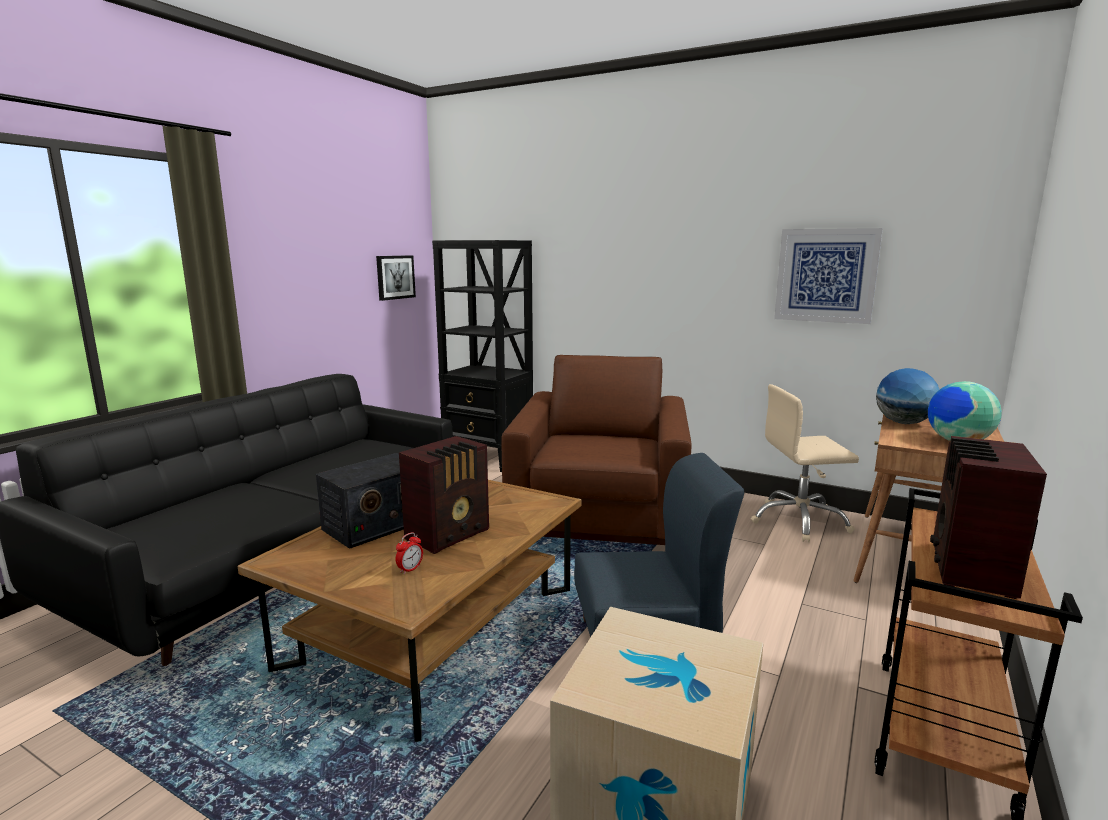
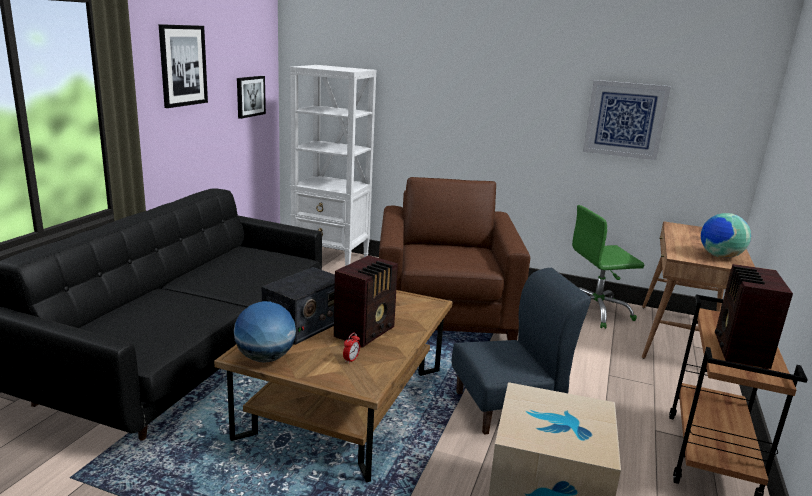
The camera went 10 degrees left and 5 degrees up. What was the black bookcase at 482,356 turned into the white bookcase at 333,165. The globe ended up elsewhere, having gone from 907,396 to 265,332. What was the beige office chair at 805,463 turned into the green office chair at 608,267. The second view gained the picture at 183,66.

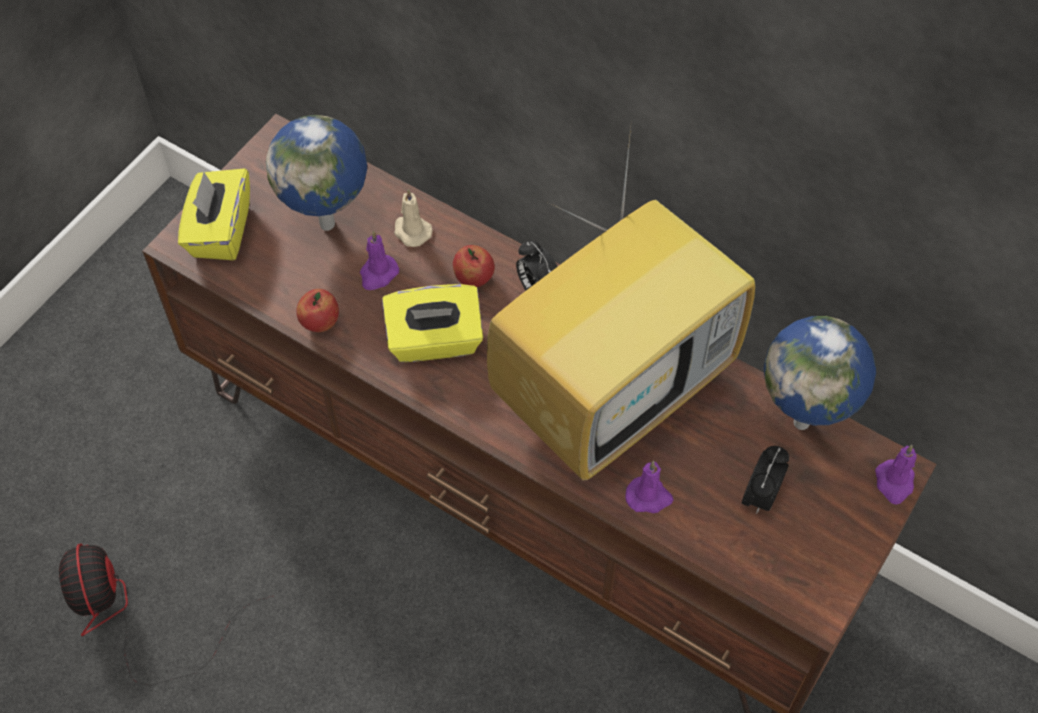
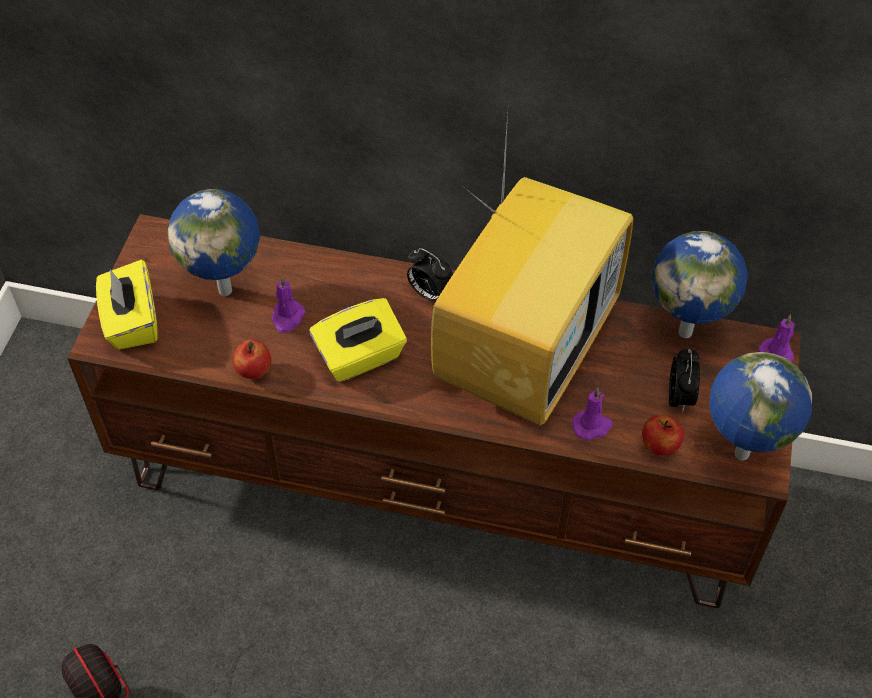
The camera went 20 degrees left and 5 degrees down. The second view lost the beige candle at 413,218. The apple ended up elsewhere, having gone from 474,266 to 663,435. The second view gained the globe at 760,406.

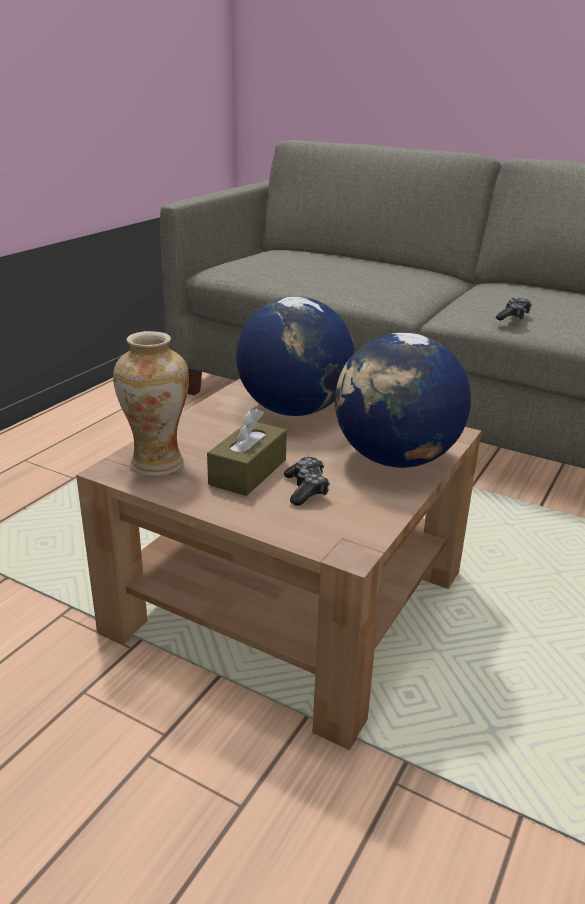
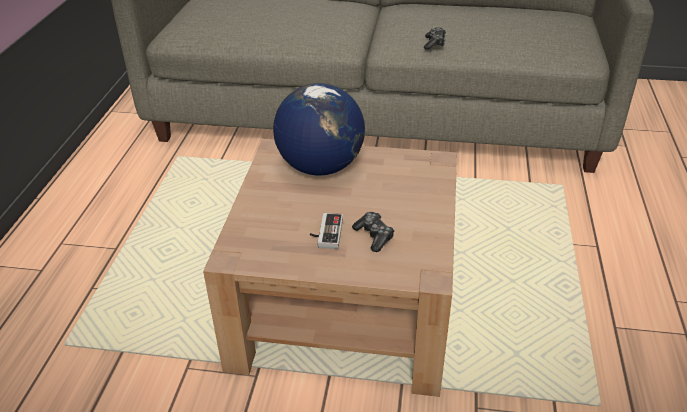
The camera went 20 degrees left and 10 degrees up. The second view lost the vase at 151,403. The second view lost the globe at 403,400. Where the brown tissue box stood at 247,452, the game controller came to stand at 326,231.

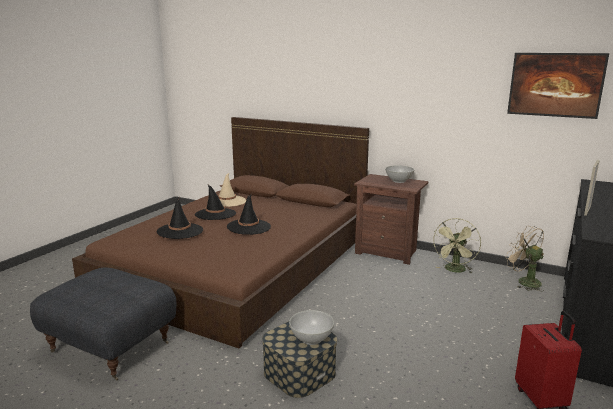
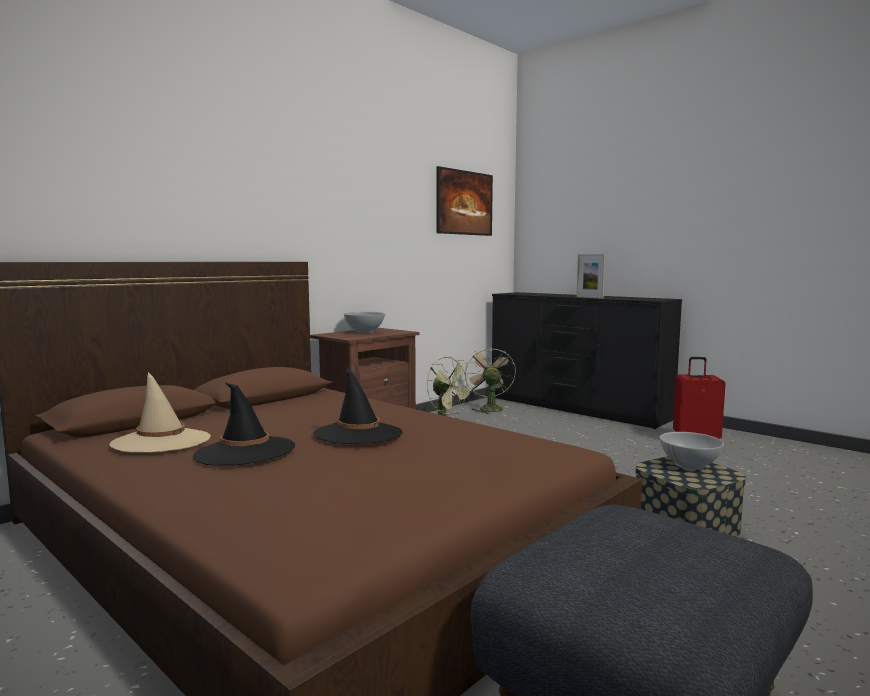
The camera went 75 degrees left and 10 degrees down. The second view lost the black hat at 179,218. The beige fan at 524,258 ended up facing another way, 105 degrees clockwise from before.

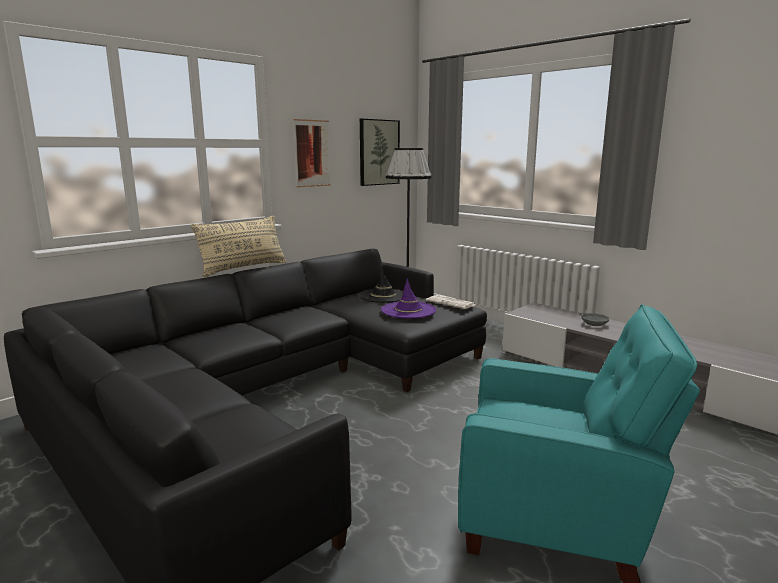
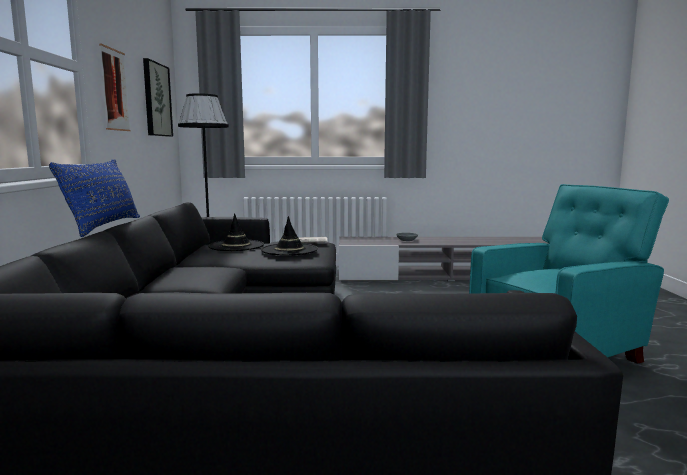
The camera went 45 degrees left and 5 degrees down. What was the beige pillow at 239,246 turned into the blue pillow at 94,198. What was the purple hat at 408,298 turned into the black hat at 289,236.

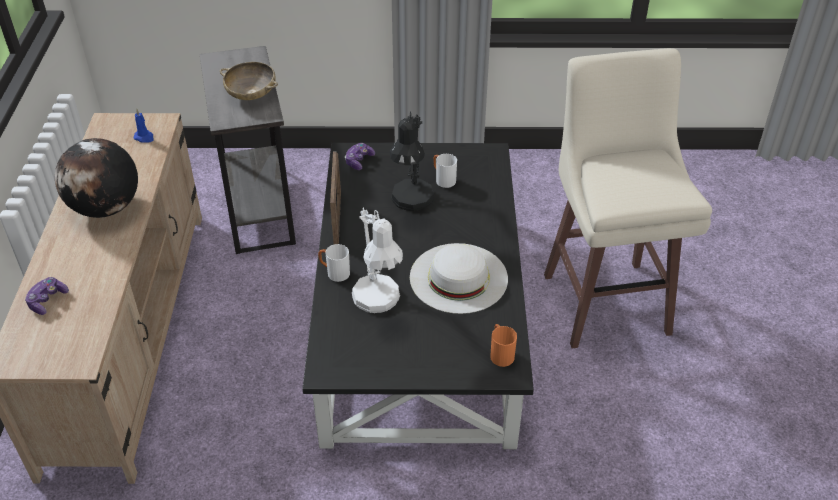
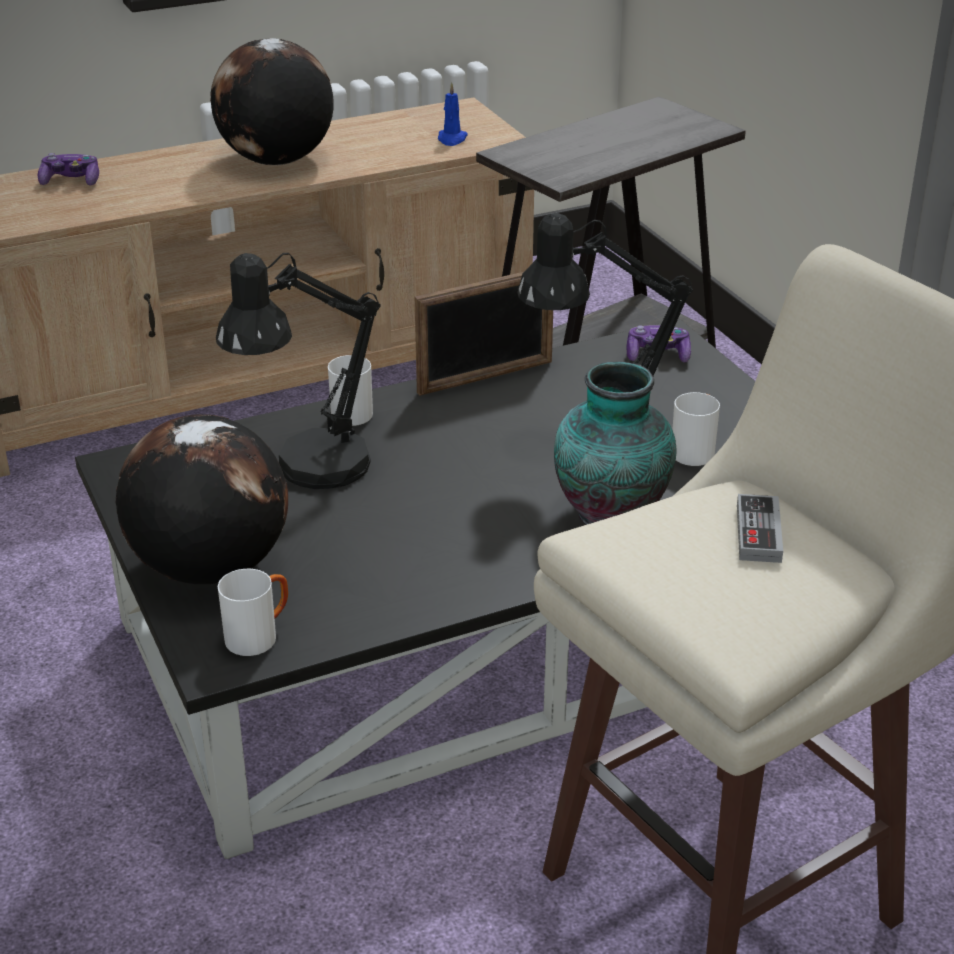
The camera went 65 degrees right and 10 degrees down. The second view lost the beige bowl at 249,81. What was the white table lamp at 377,260 turned into the black table lamp at 298,371. The second view lost the white hat at 459,278. What was the orange mug at 503,345 turned into the white mug at 253,612. The second view gained the vase at 615,443. The second view gained the globe at 201,499. The second view gained the game controller at 760,528.

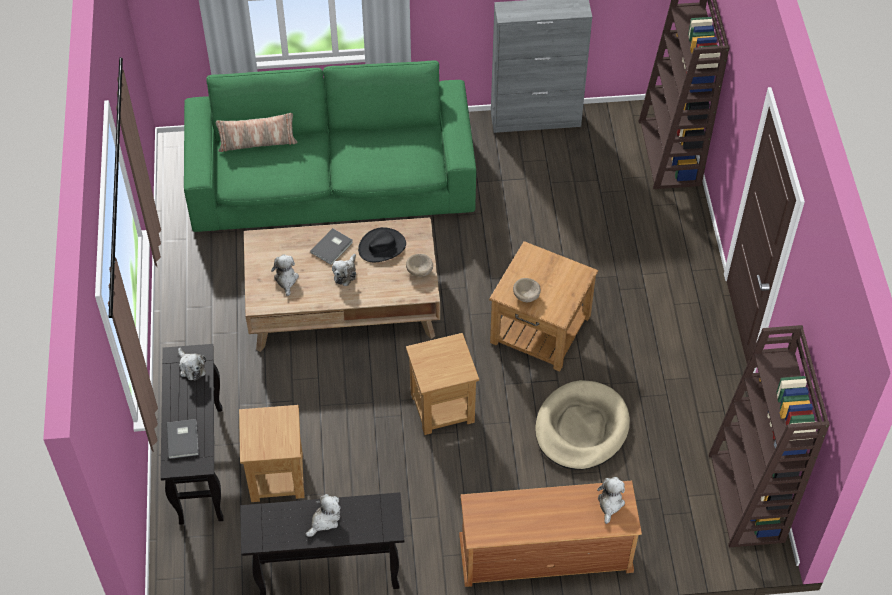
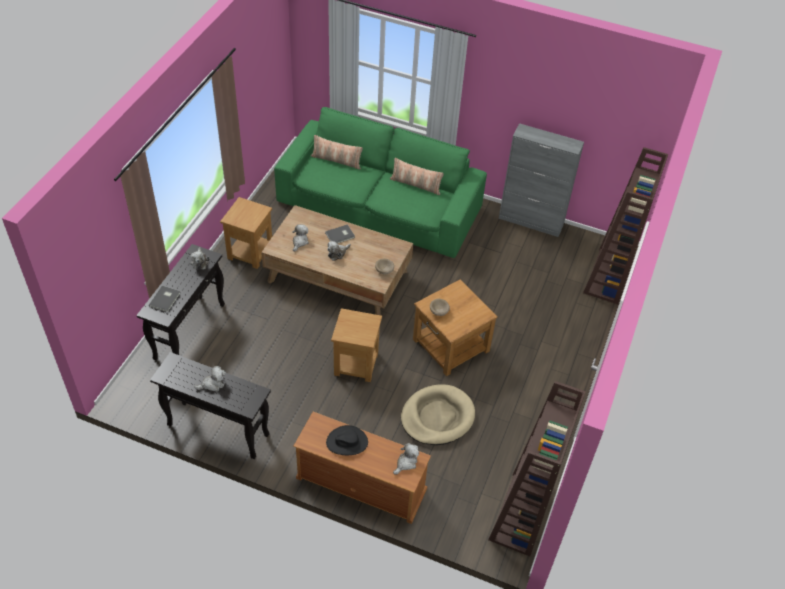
The camera went 25 degrees right and 5 degrees down. The black hat ended up elsewhere, having gone from 382,244 to 347,440. The brown side table ended up elsewhere, having gone from 272,453 to 246,233. The second view gained the pillow at 417,176.

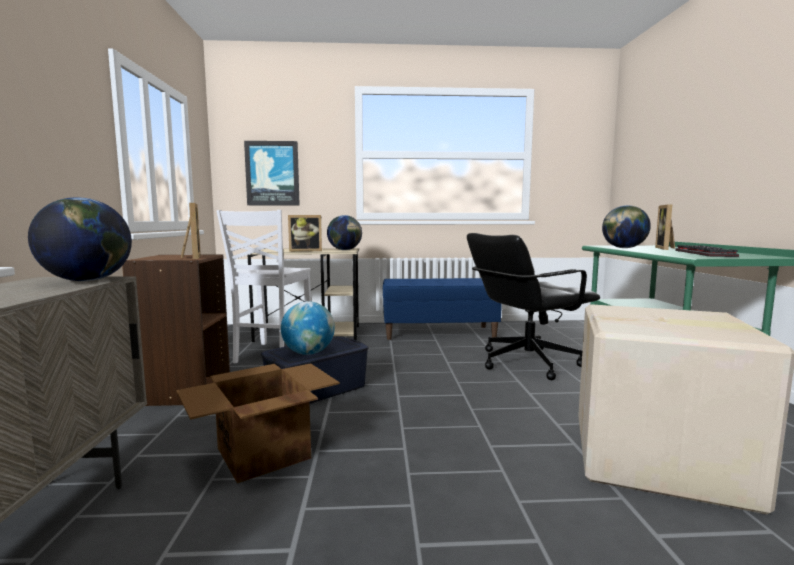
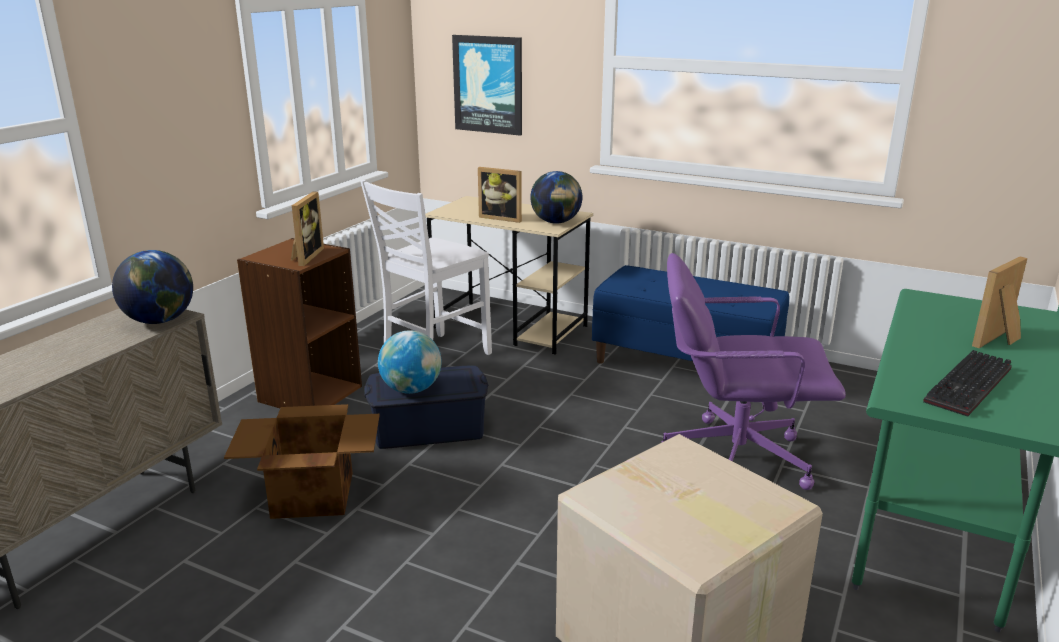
The camera went 30 degrees right and 15 degrees up. The second view lost the globe at 626,226. What was the black office chair at 533,306 turned into the purple office chair at 753,371.

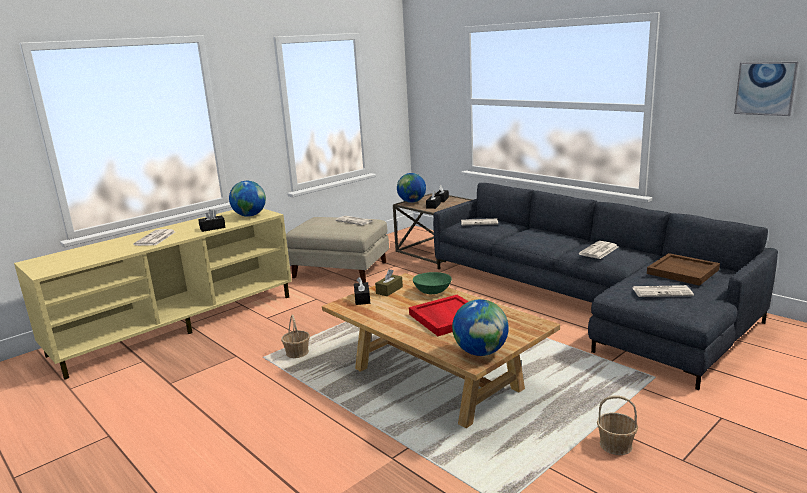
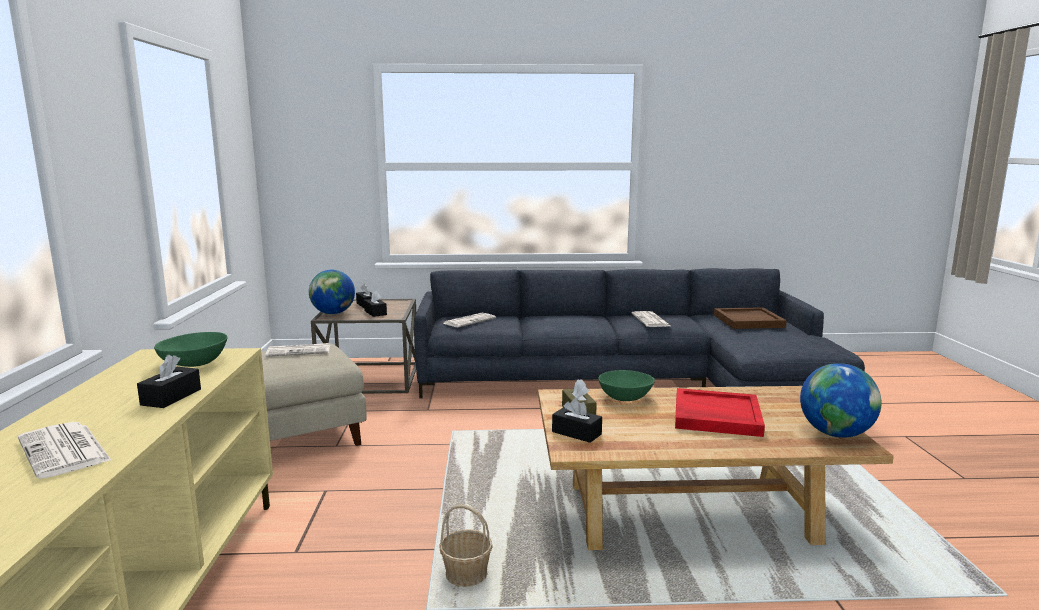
The camera went 50 degrees left and 5 degrees down. The second view lost the picture at 766,89. Where the globe stood at 247,199, the green bowl came to stand at 191,349. The second view lost the newspaper at 663,291. The second view lost the basket at 617,425.

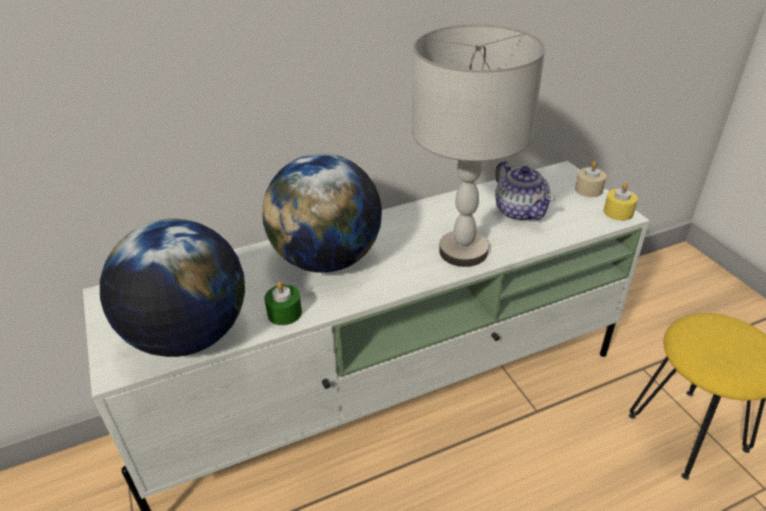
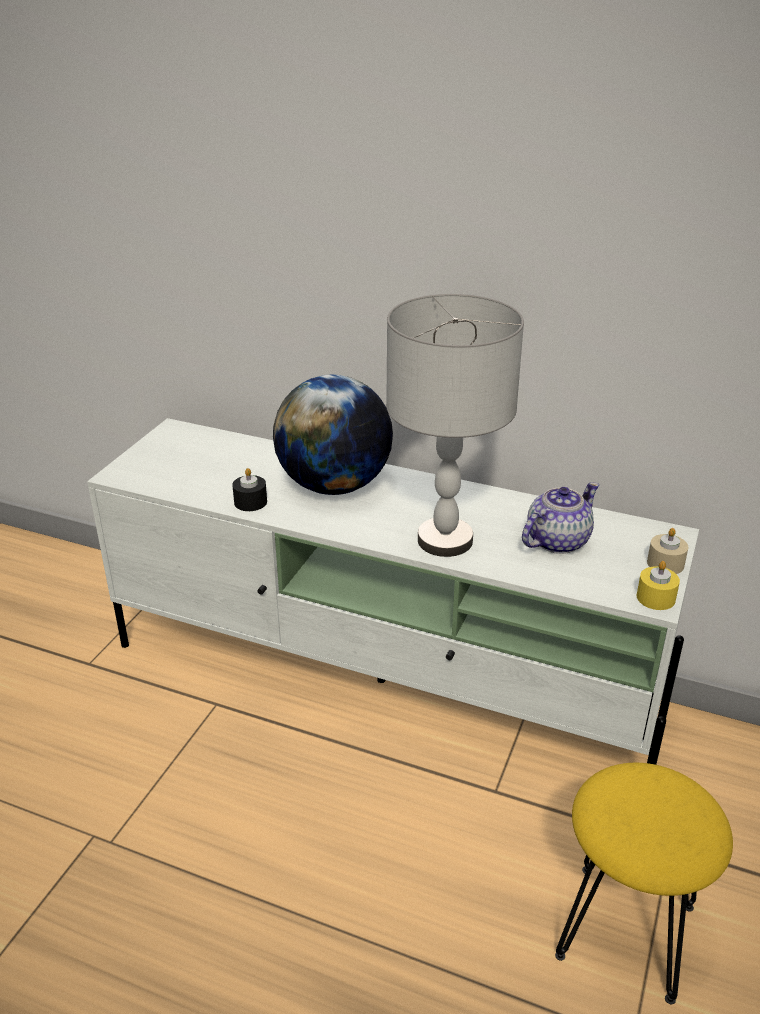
The camera went 45 degrees right and 5 degrees down. The teapot at 525,191 ended up facing another way, 150 degrees counterclockwise from before. The second view lost the globe at 172,288. What was the green candle at 283,303 turned into the black candle at 249,489.

